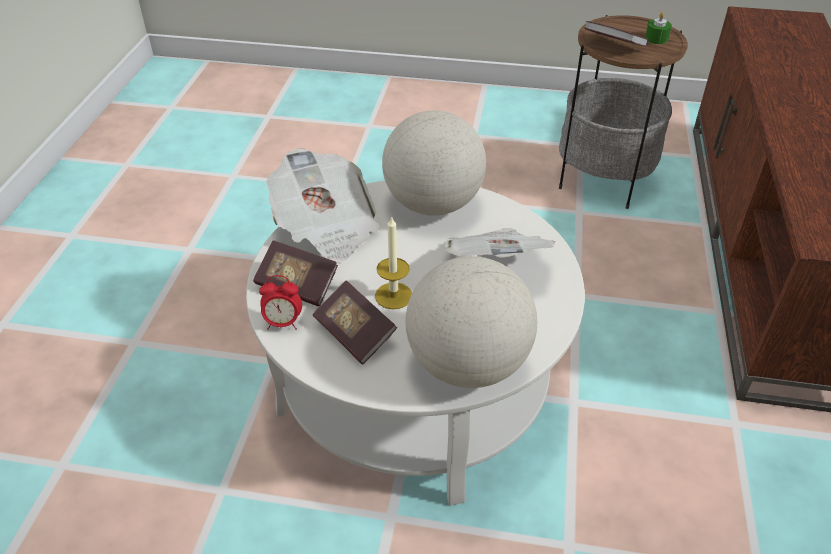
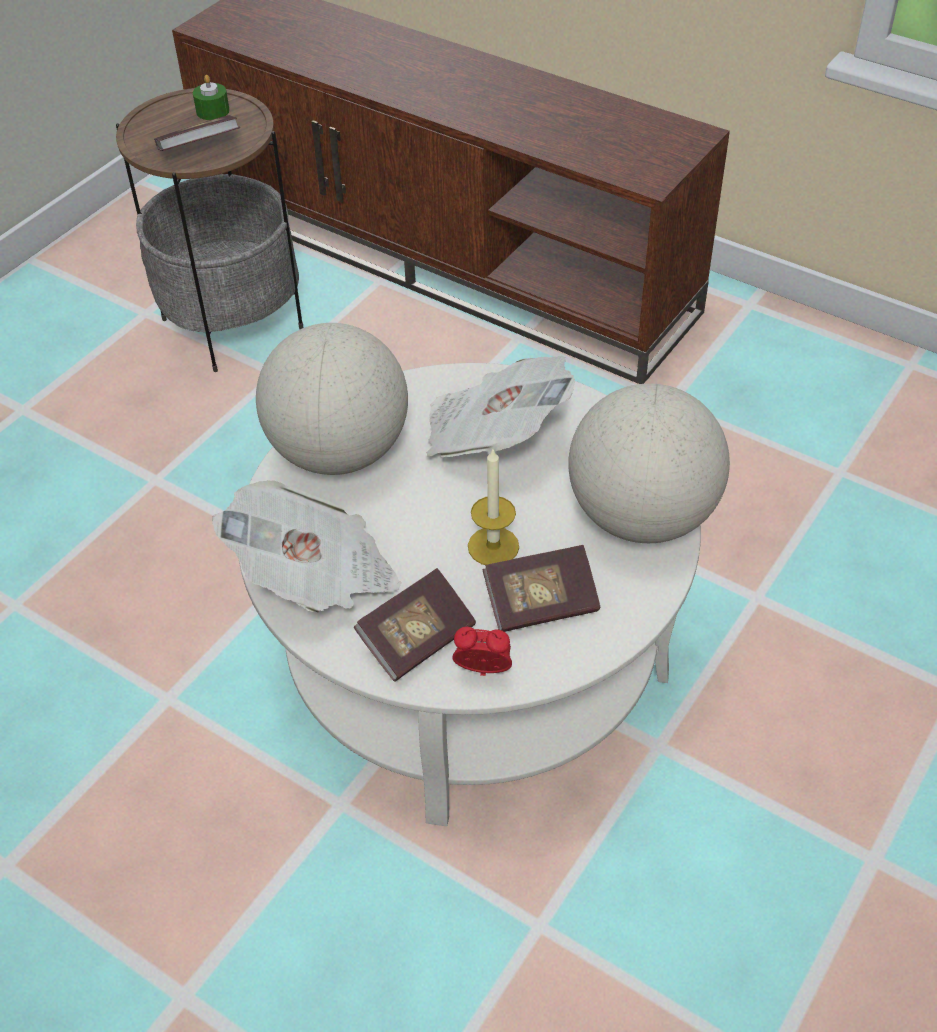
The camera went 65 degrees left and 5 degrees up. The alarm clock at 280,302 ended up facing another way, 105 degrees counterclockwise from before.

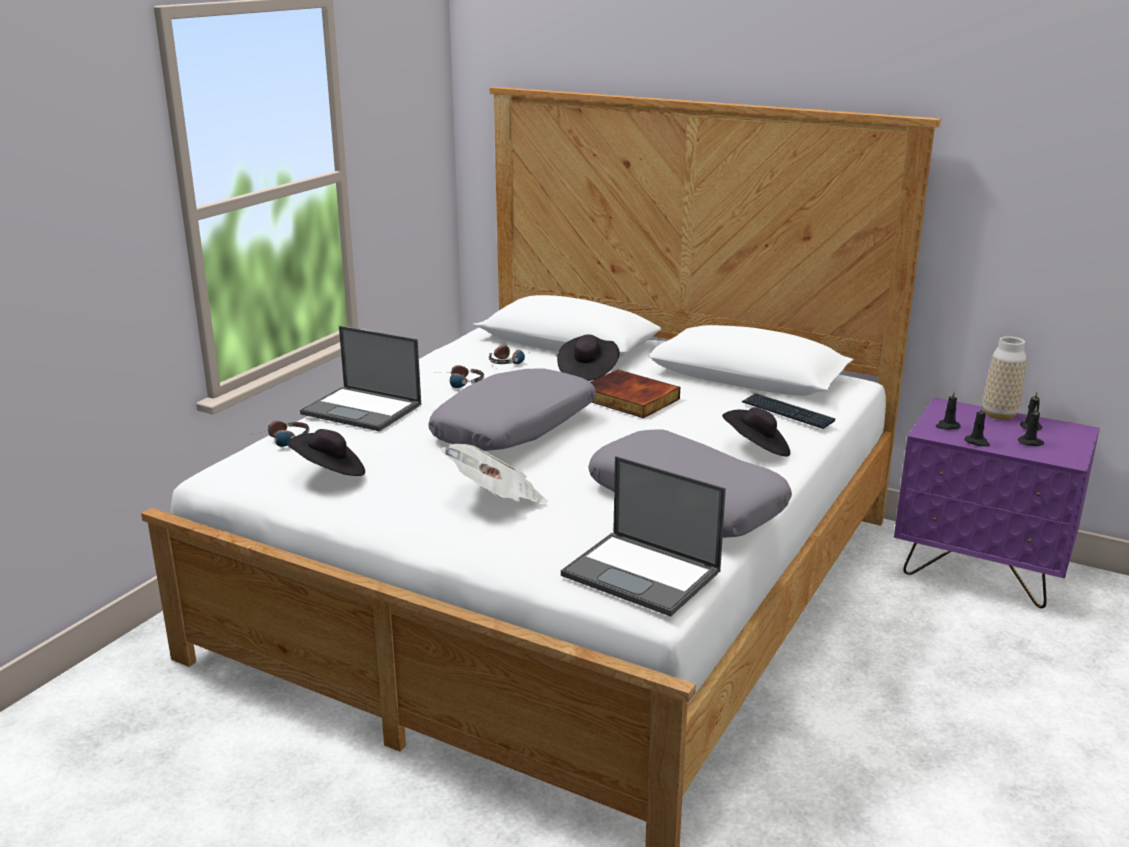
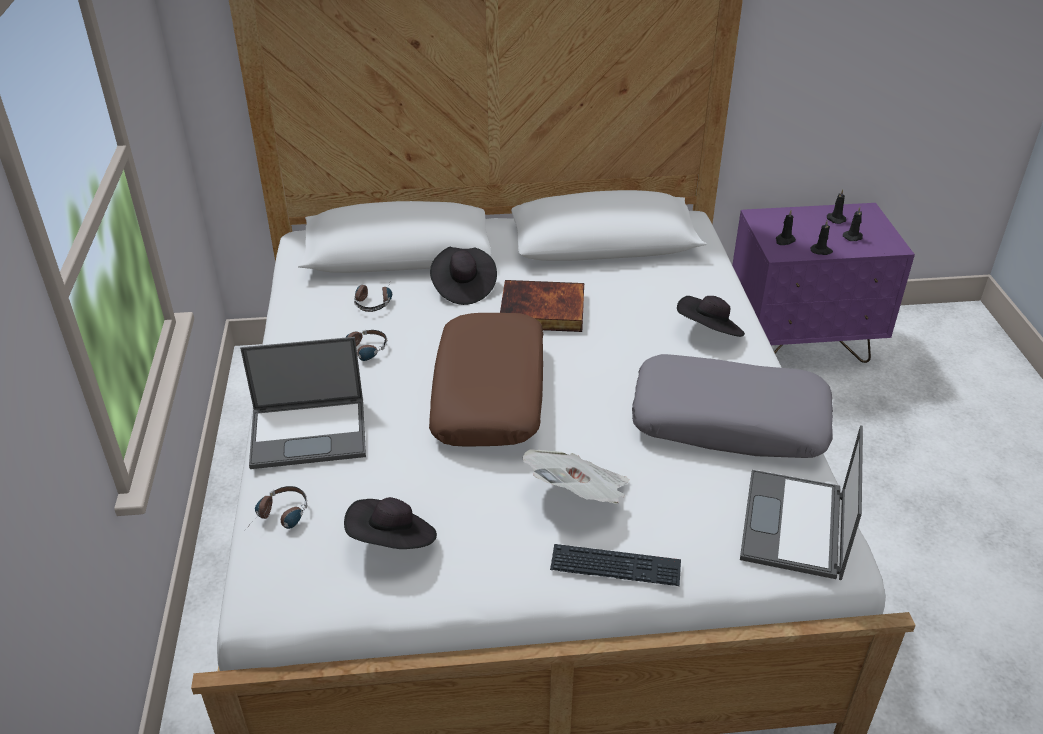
The camera went 35 degrees left and 15 degrees up. The second view lost the vase at 1004,378. What was the grey pillow at 512,409 turned into the brown pillow at 486,380. The keyboard ended up elsewhere, having gone from 788,411 to 615,565. The laptop at 643,536 ended up facing another way, 105 degrees clockwise from before.

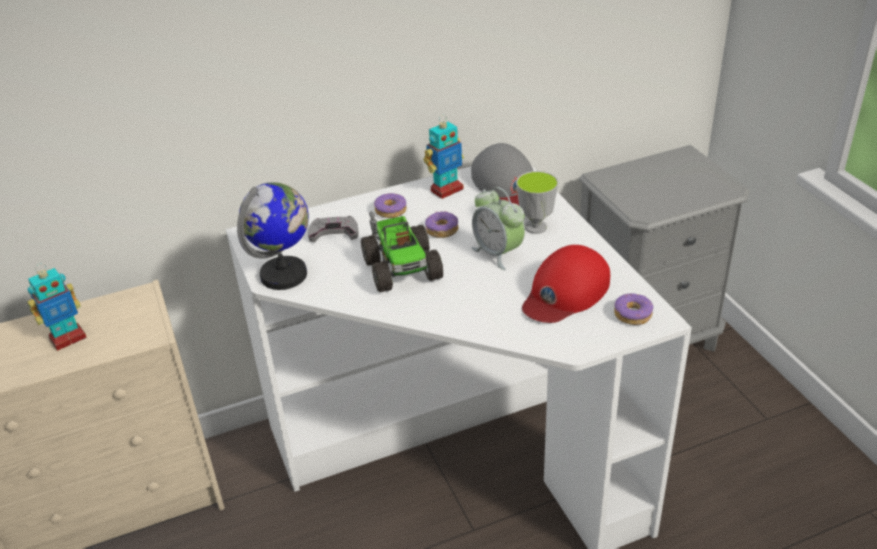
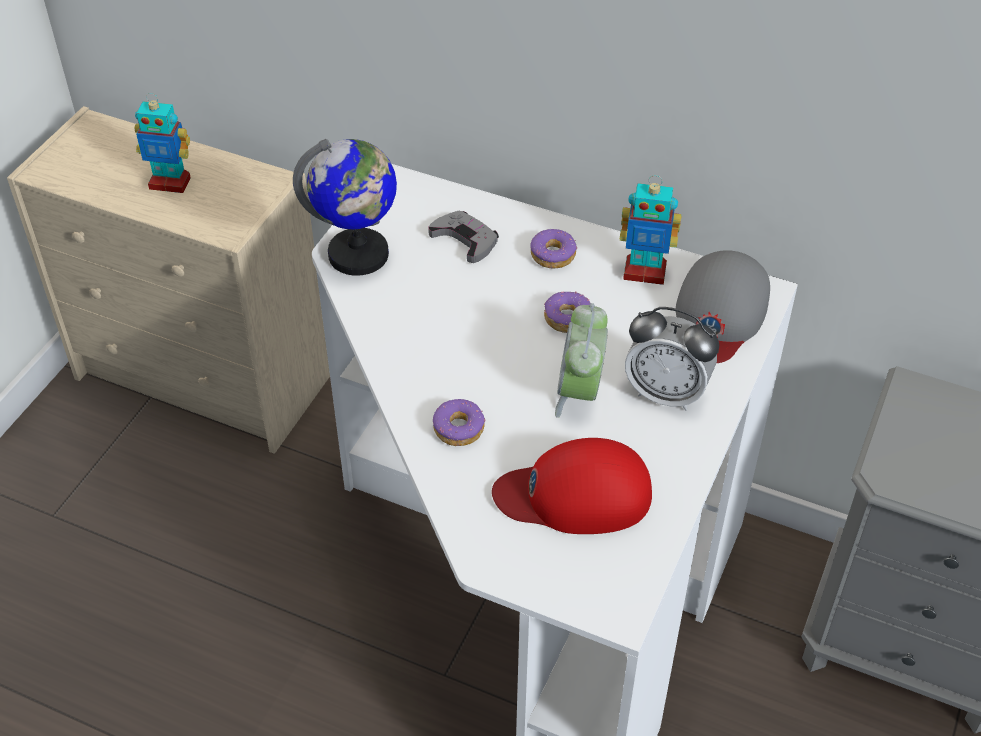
The camera went 45 degrees right and 10 degrees up. Where the cup stood at 537,202, the alarm clock came to stand at 672,359. The second view lost the toy truck at 402,251. The donut ended up elsewhere, having gone from 633,309 to 459,422.

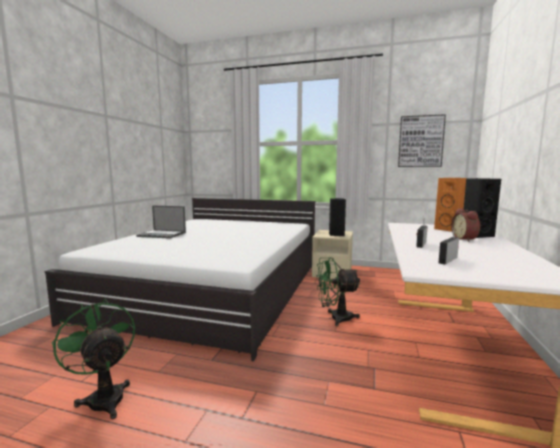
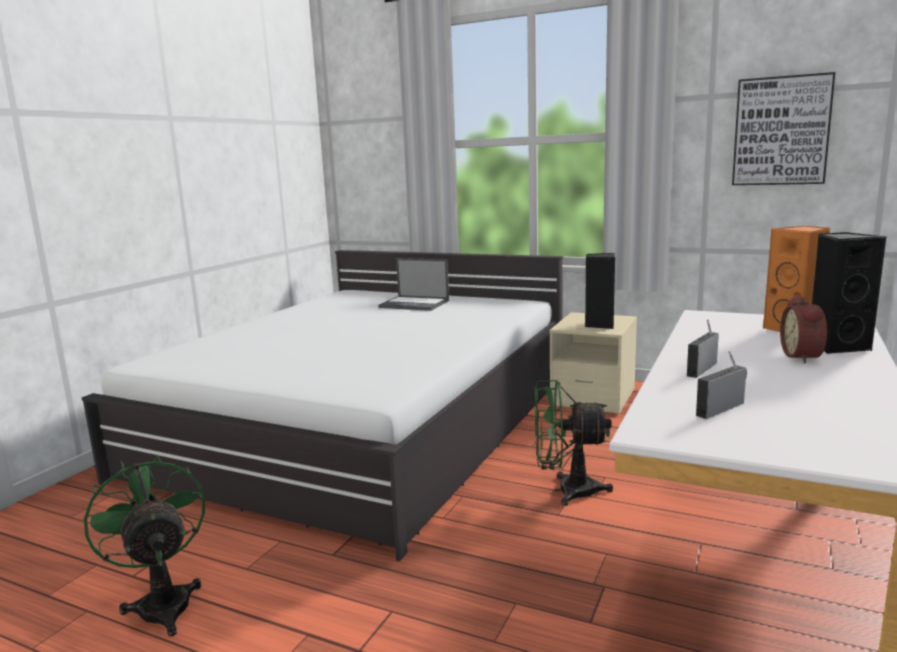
The camera went 10 degrees right and 5 degrees up. The laptop ended up elsewhere, having gone from 161,222 to 413,284.

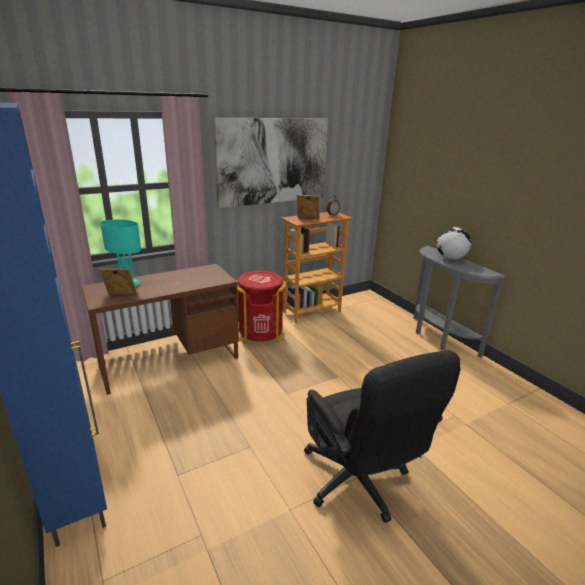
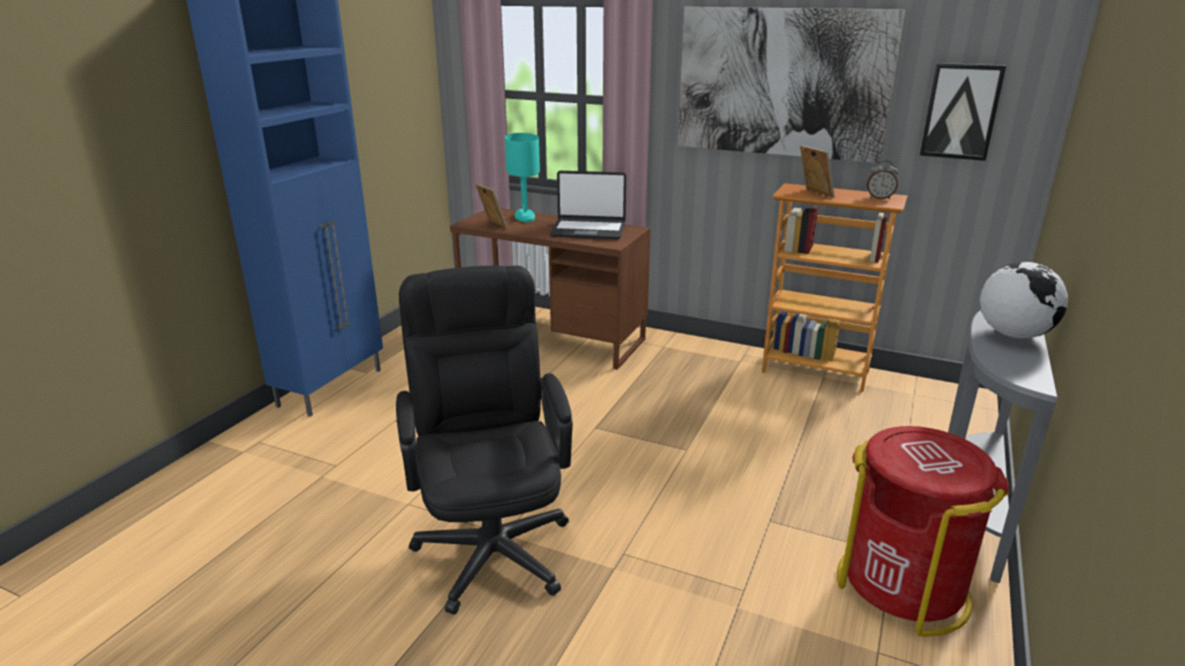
The camera went 55 degrees right and 0 degrees up. The red trash can ended up elsewhere, having gone from 262,307 to 923,531. The black office chair at 382,436 ended up facing another way, 135 degrees clockwise from before. The second view gained the picture at 963,112. The second view gained the laptop at 588,205.

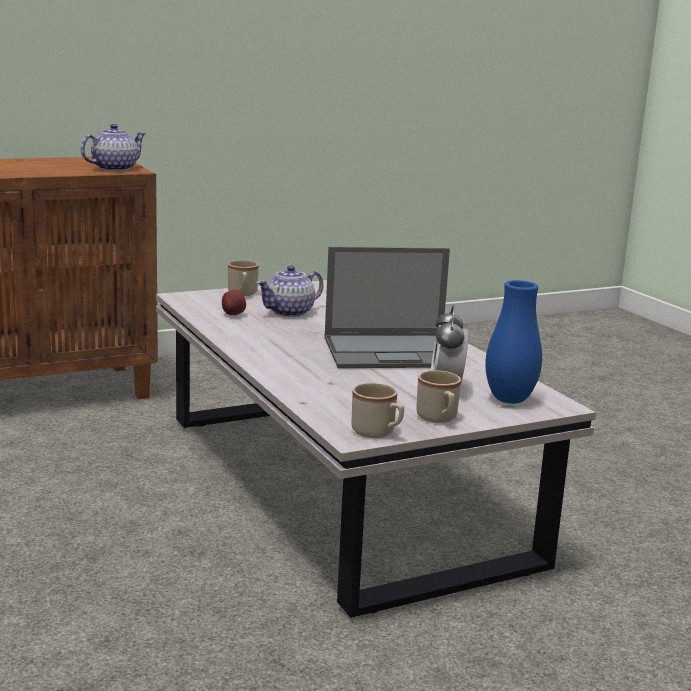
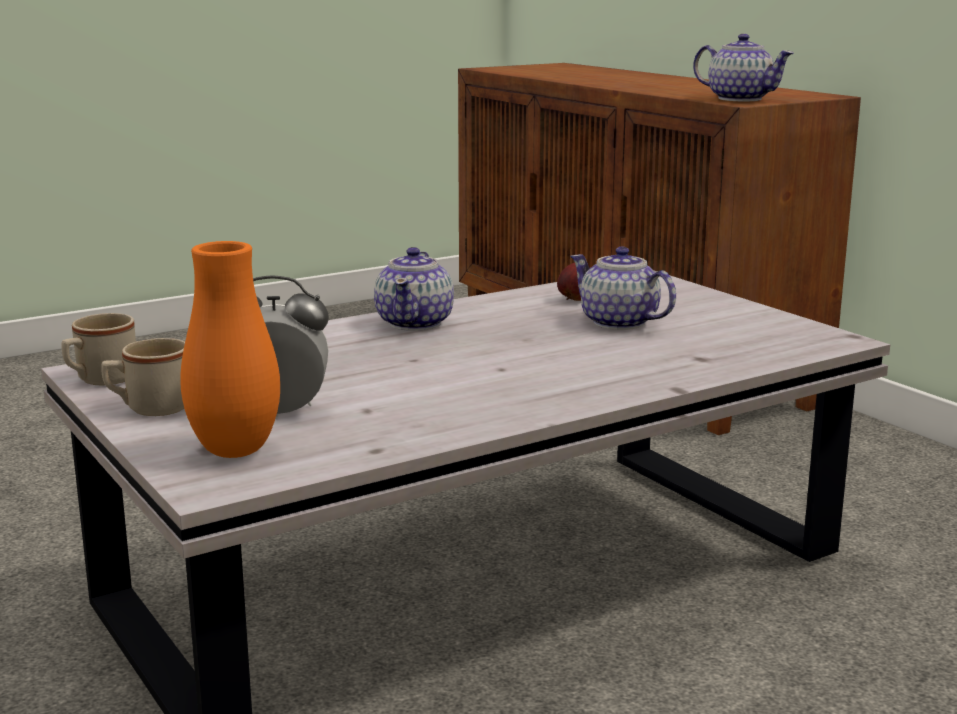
The camera went 85 degrees right and 0 degrees up. The second view lost the laptop at 387,307. The second view lost the beige mug at 243,278. What was the blue vase at 513,342 turned into the orange vase at 230,349. The second view gained the teapot at 414,289.

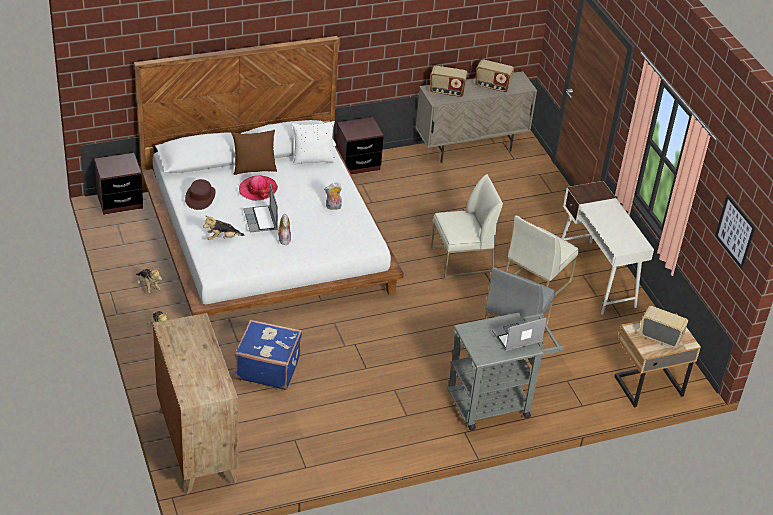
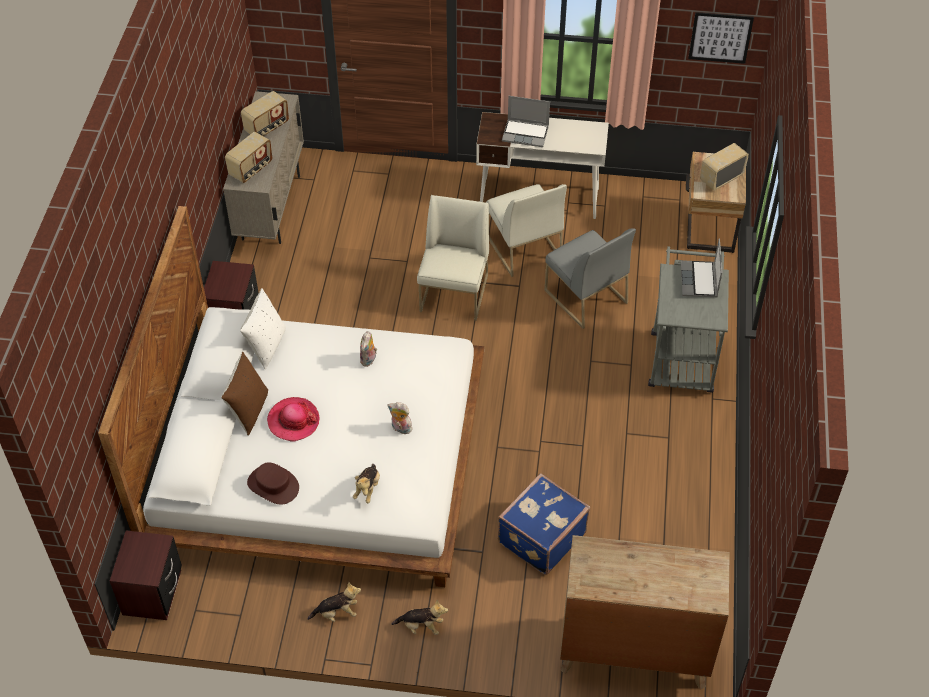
The camera went 60 degrees left and 10 degrees up. The laptop ended up elsewhere, having gone from 260,208 to 526,121.

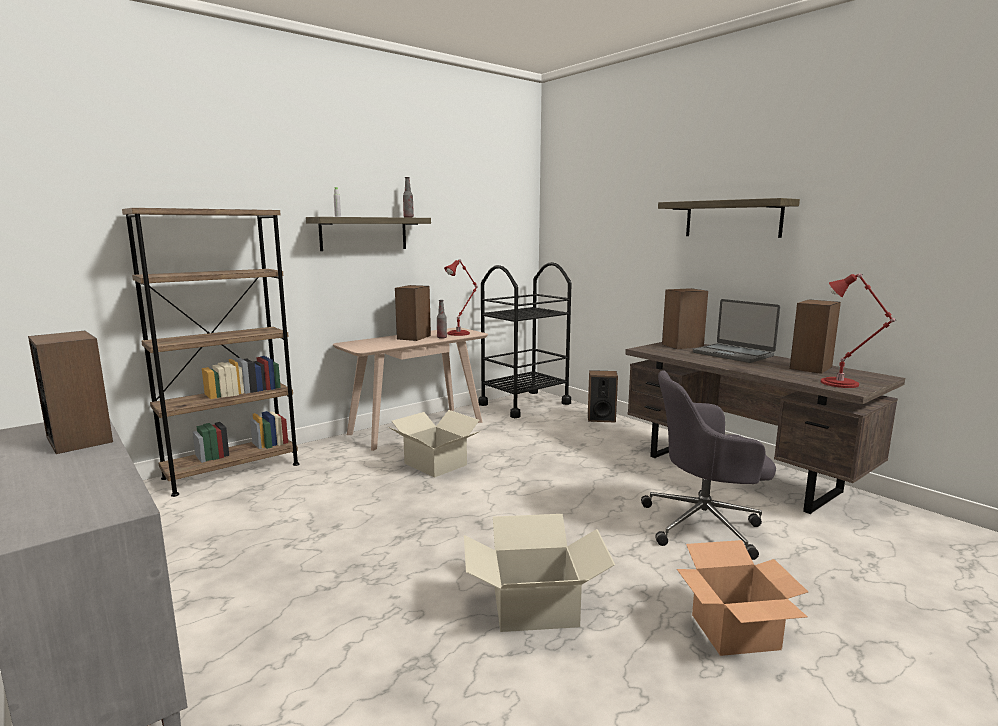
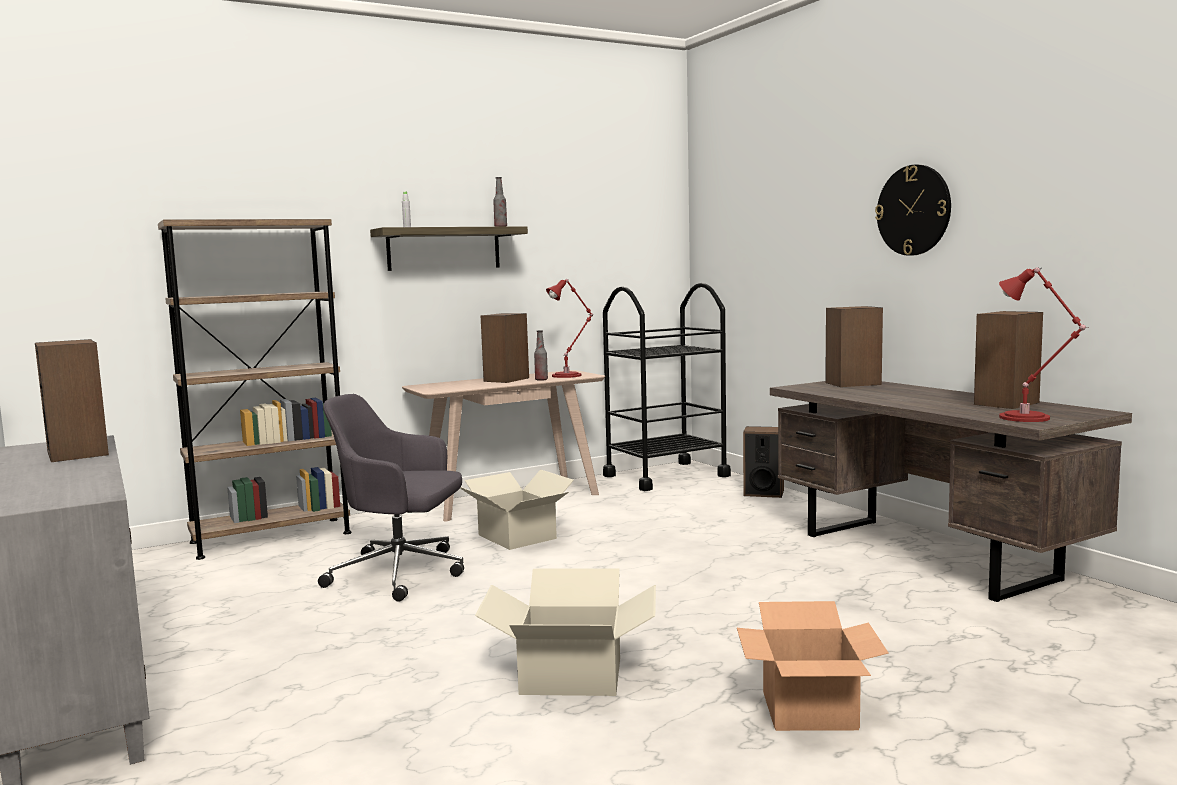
The camera went 10 degrees right and 5 degrees down. Where the shelf hung at 729,218, the wall clock came to hang at 913,210. The second view lost the laptop at 736,331. The grey office chair ended up elsewhere, having gone from 708,465 to 391,498.

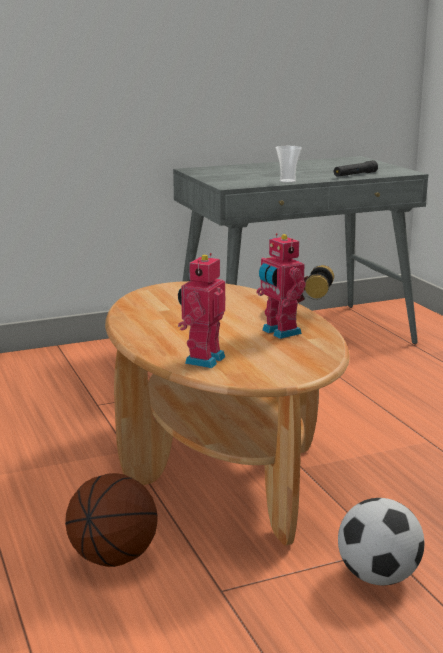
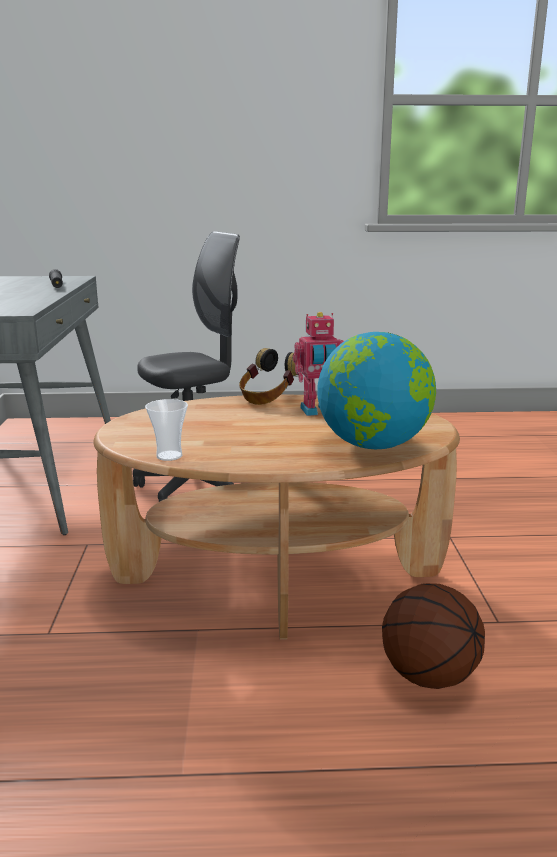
The camera went 70 degrees left and 0 degrees up. The cup ended up elsewhere, having gone from 289,164 to 166,430. Where the toy robot stood at 202,310, the globe came to stand at 376,390. The second view lost the football at 381,541. The second view gained the grey office chair at 186,366.

